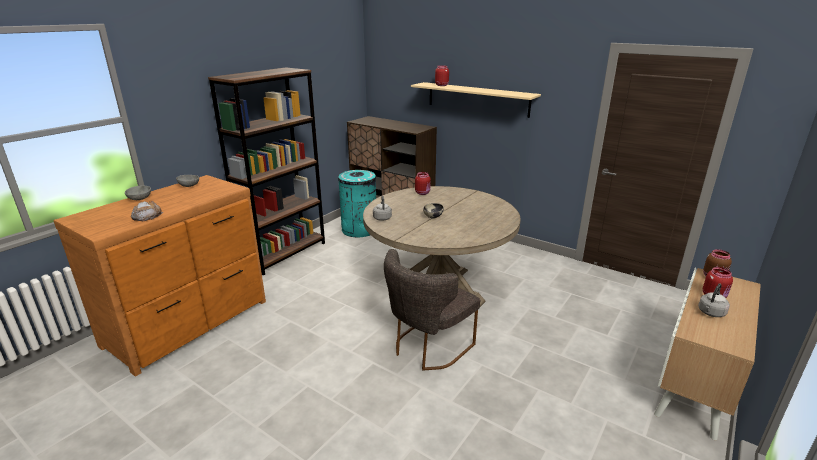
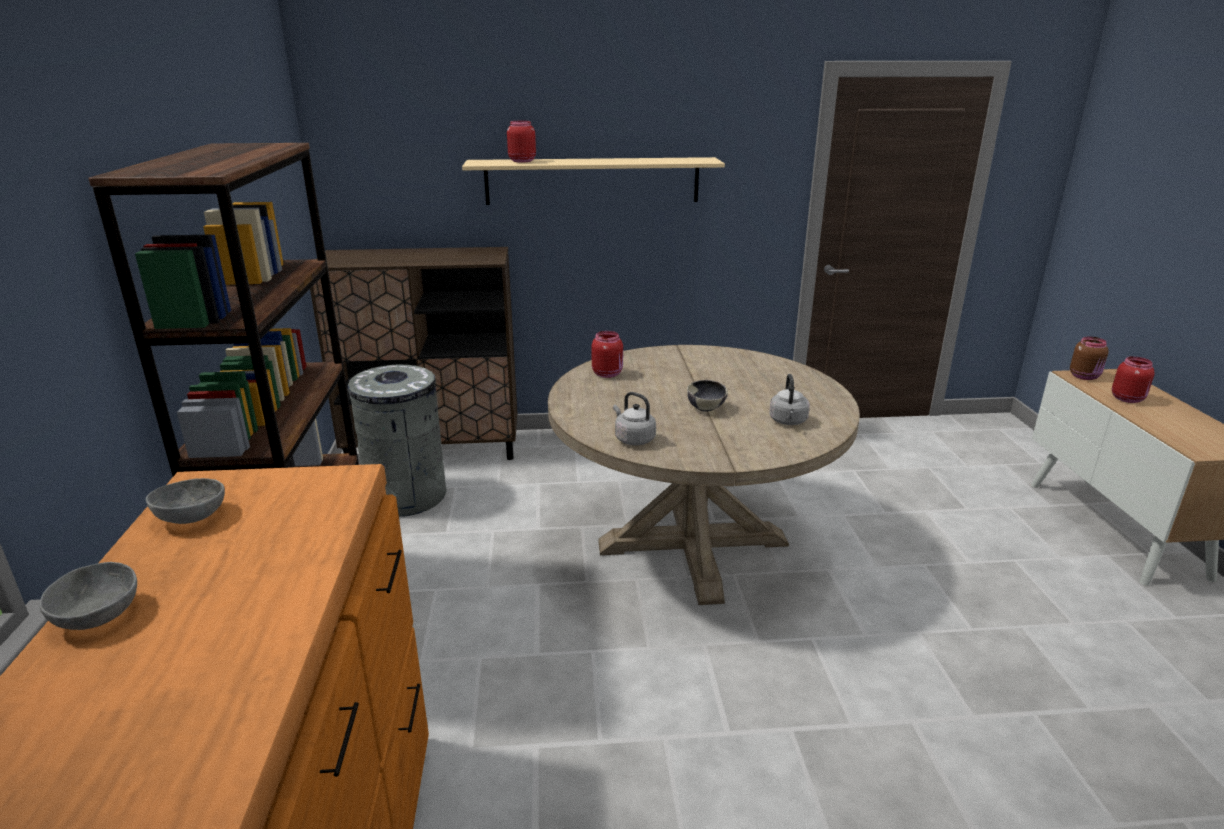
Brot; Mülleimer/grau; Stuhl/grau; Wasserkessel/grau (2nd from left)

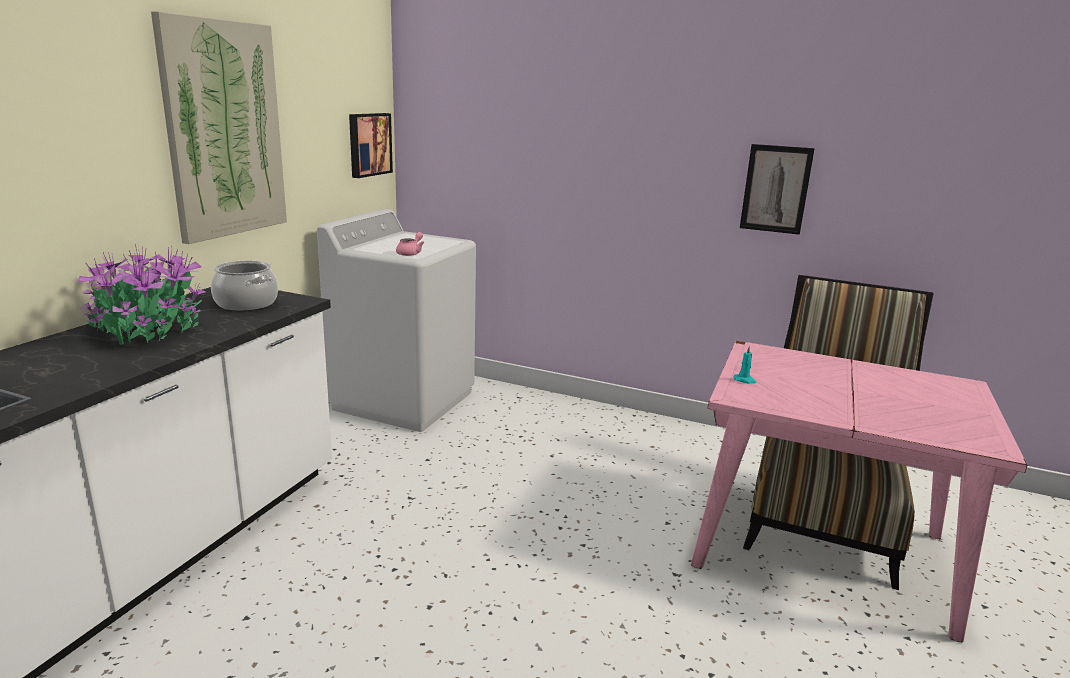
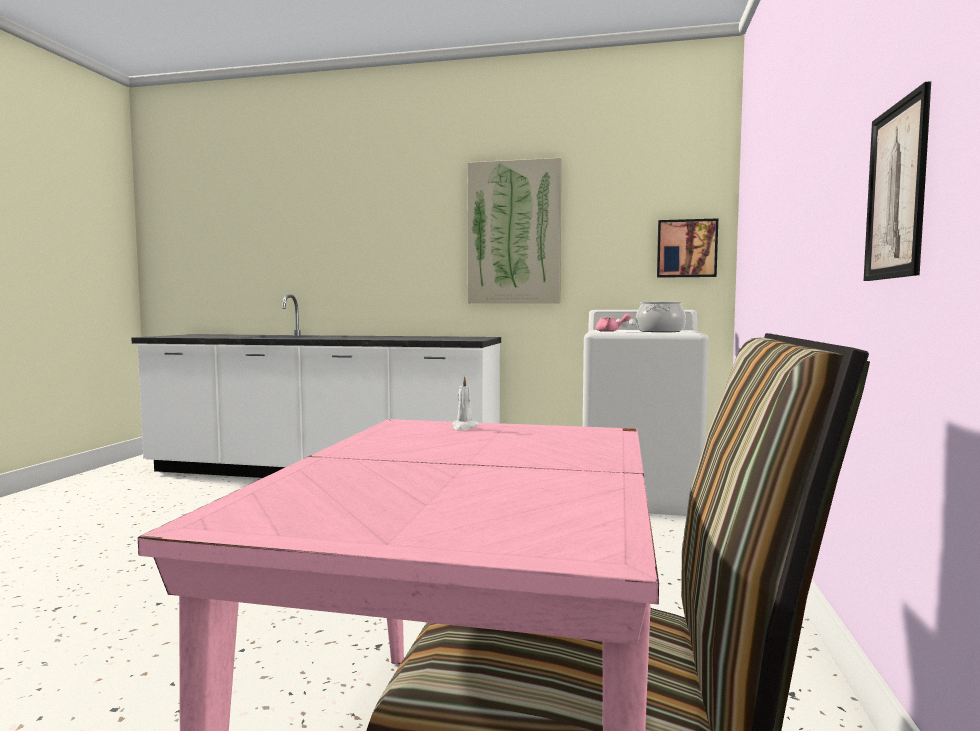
Topfpflanze; Kochtopf; Kerze/weiß

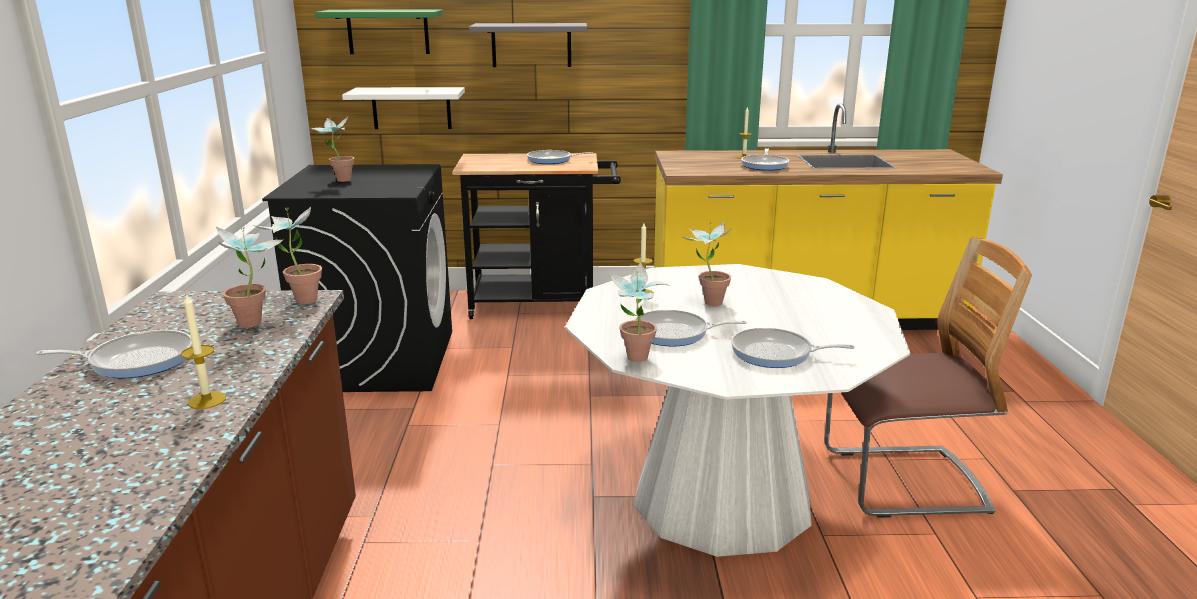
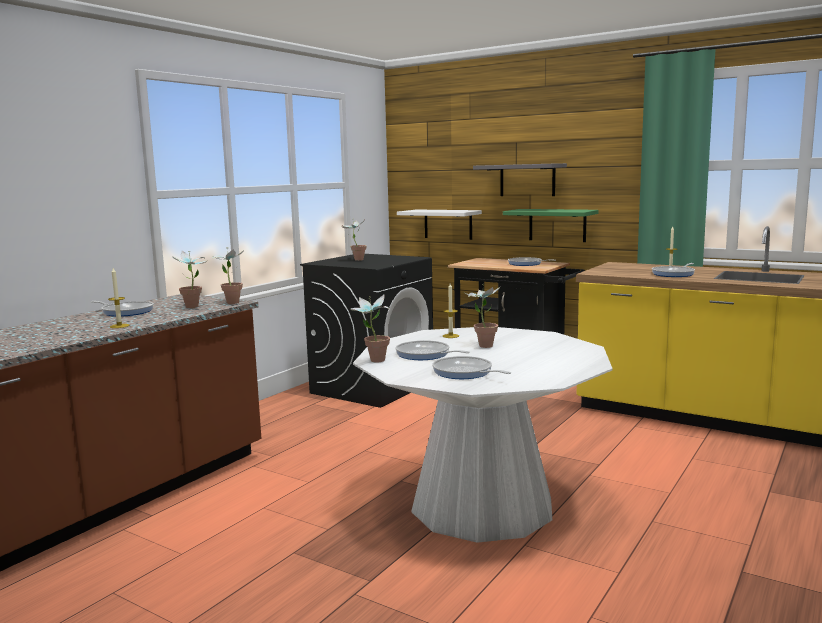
Wandregal/grün; Stuhl

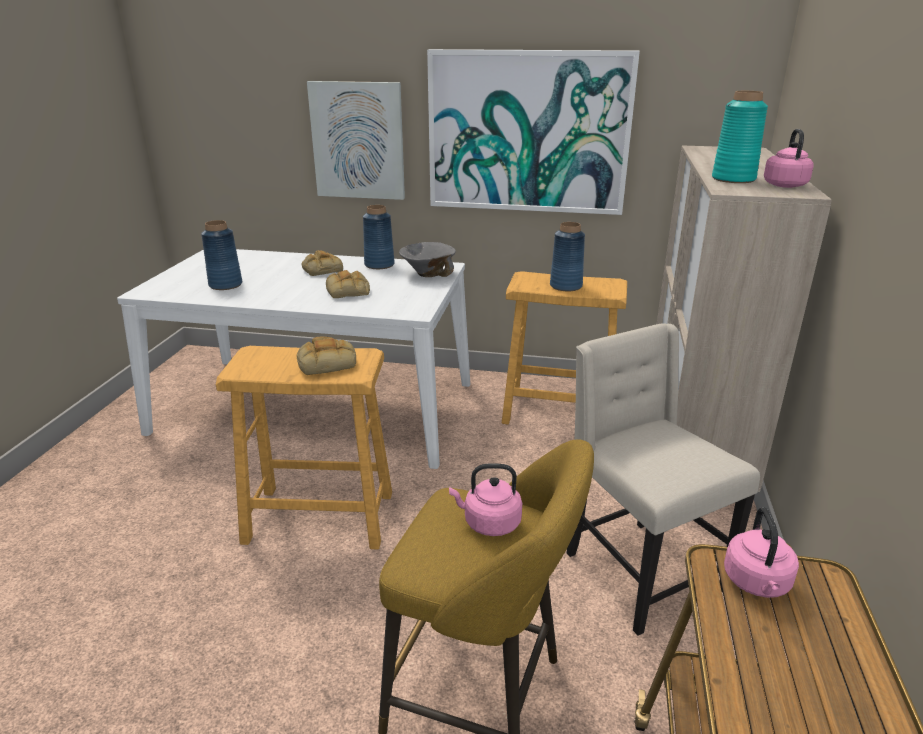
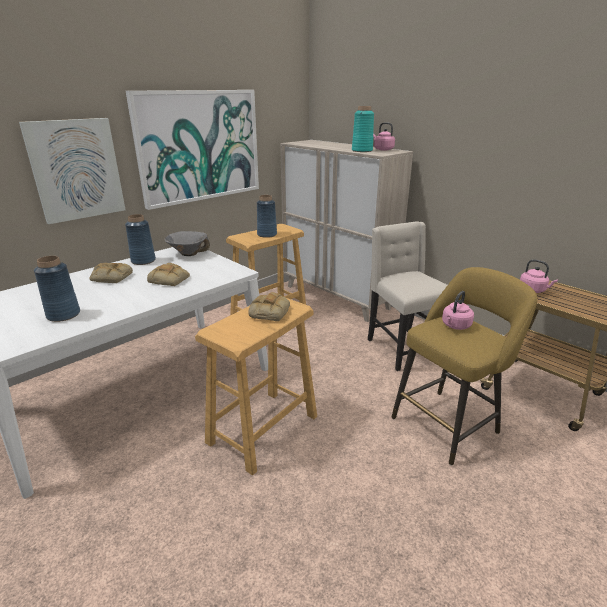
Stuhl/beige

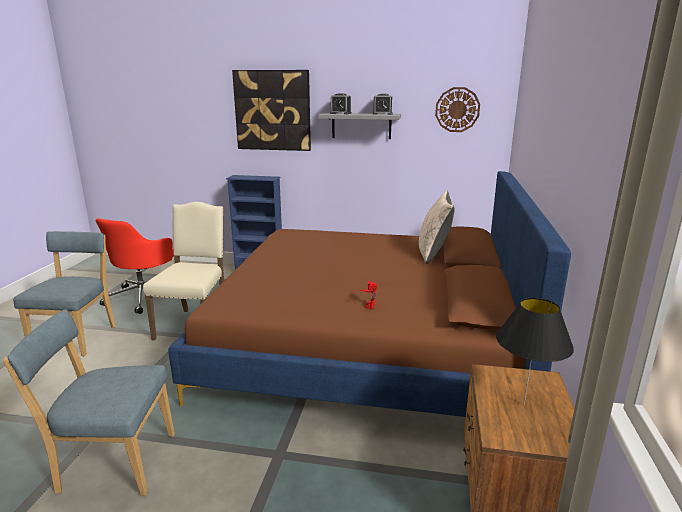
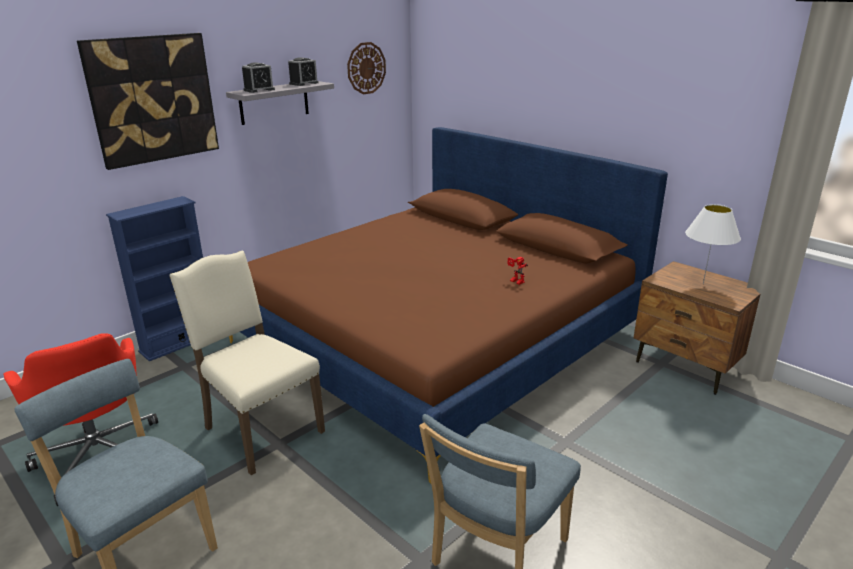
Kissen/beige; Tischlampe/weiß

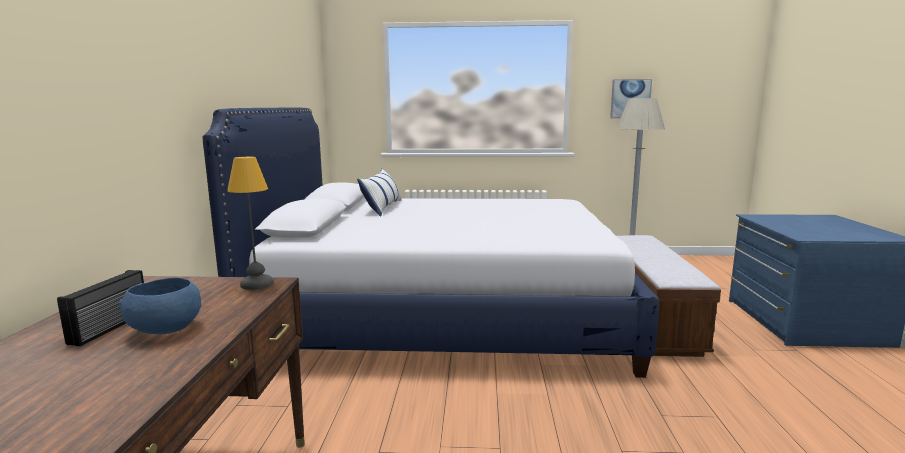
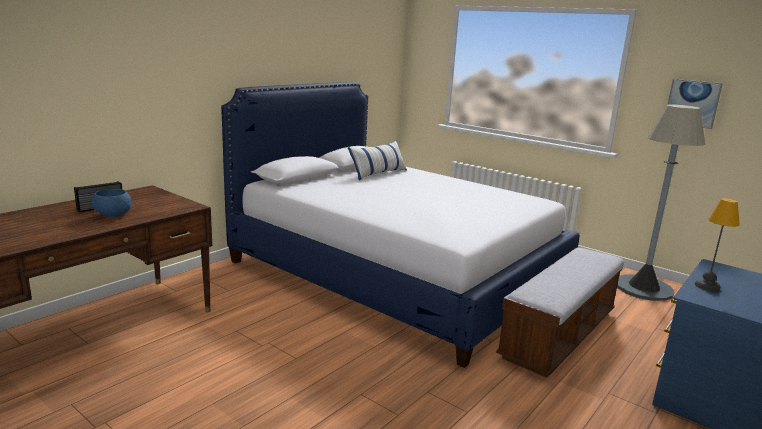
Tischlampe

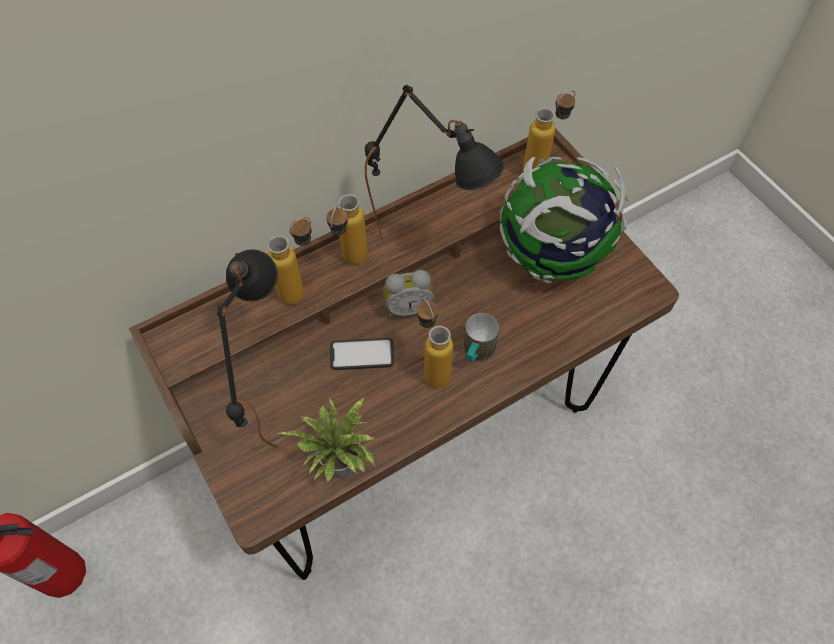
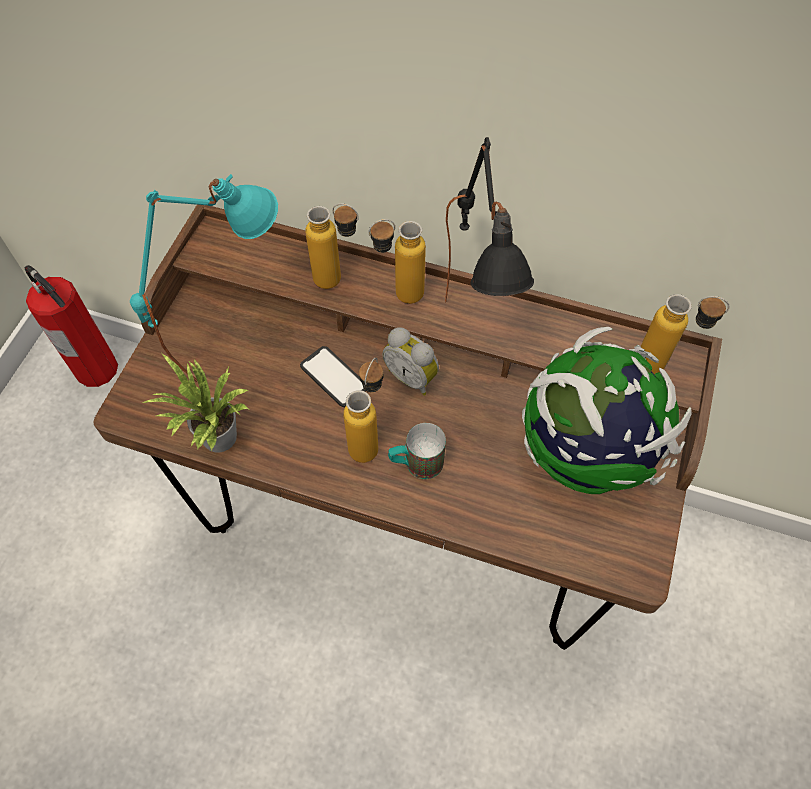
Tischlampe/türkis

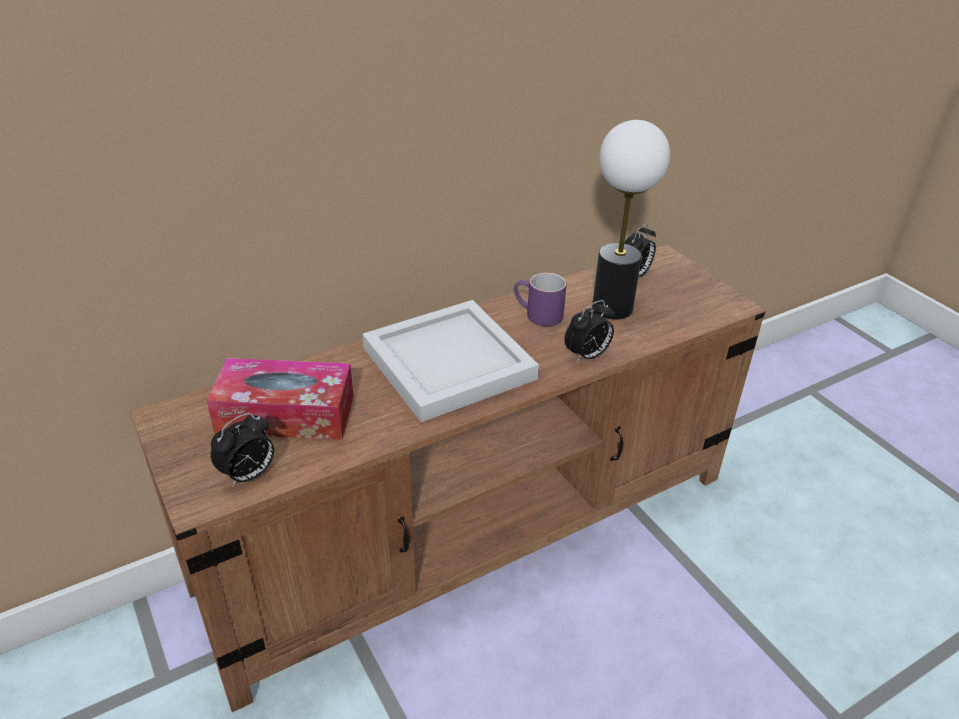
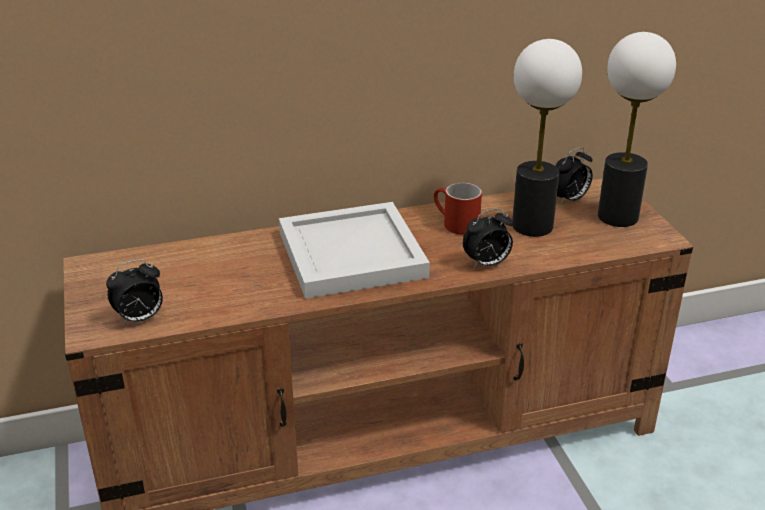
Taschentuchbox; Henkelbecher/rot; Tischlampe (2nd from left)

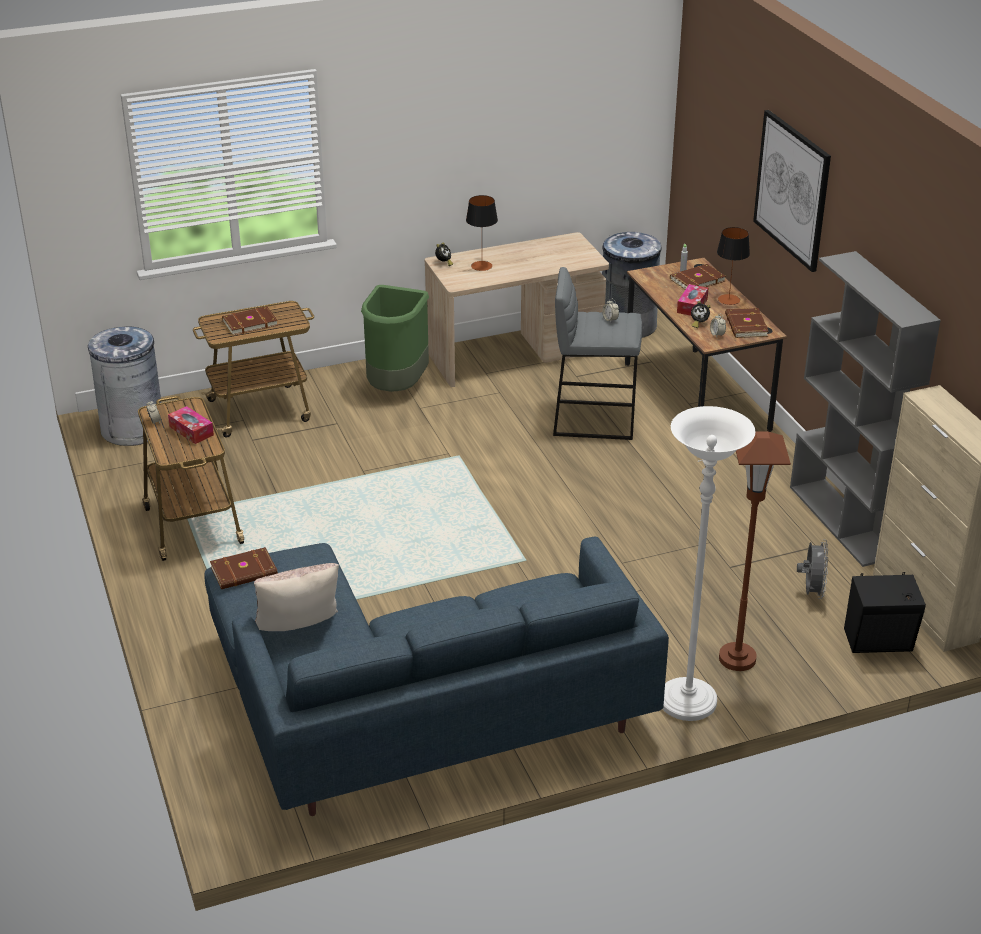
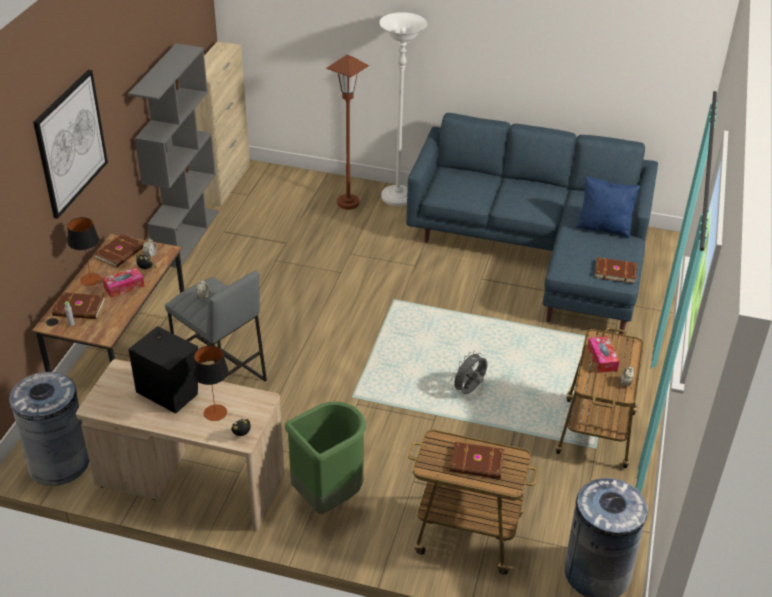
Kissen/blau; Ventilator/grau; Lautsprecher/schwarz

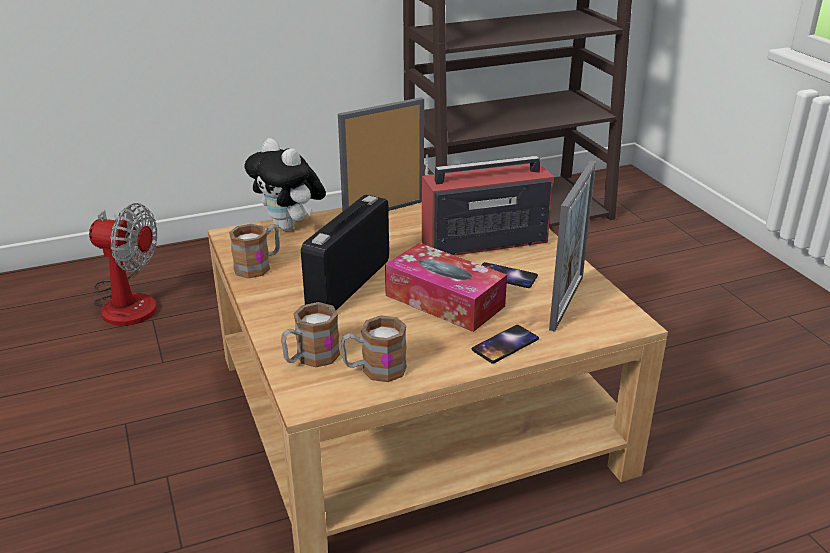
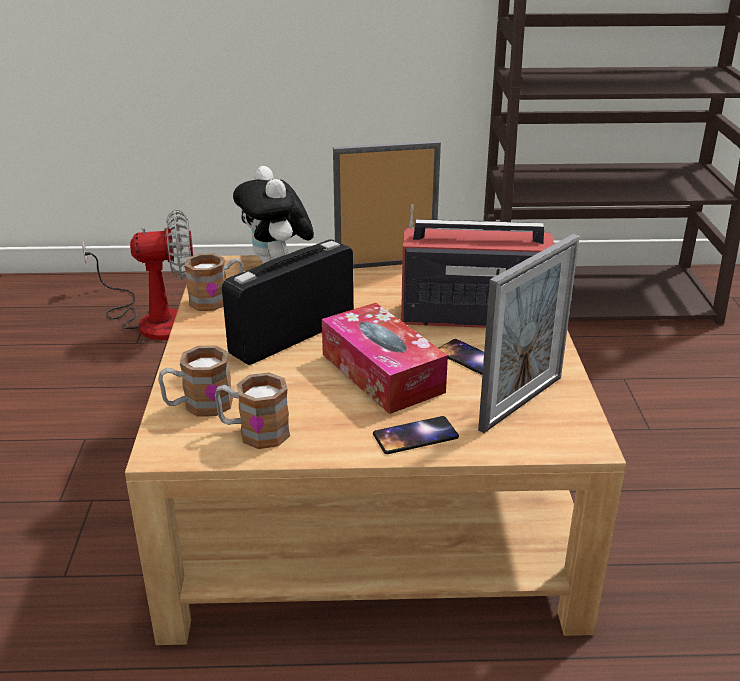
Ventilator

